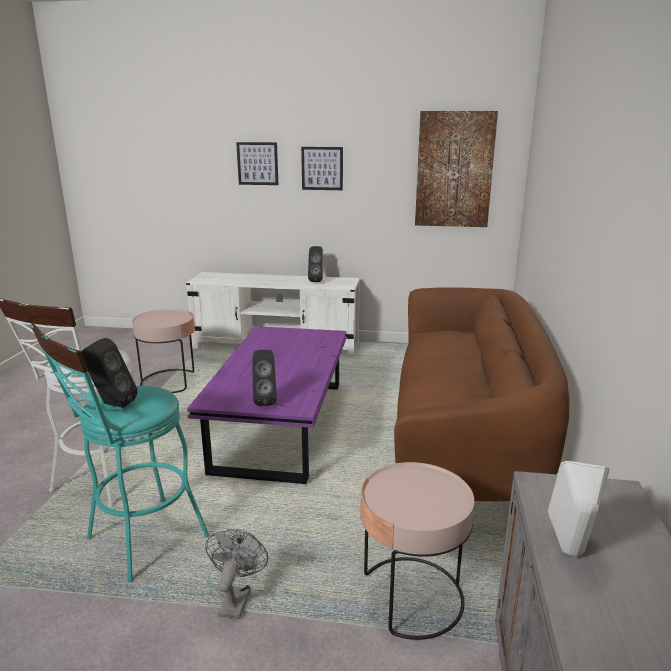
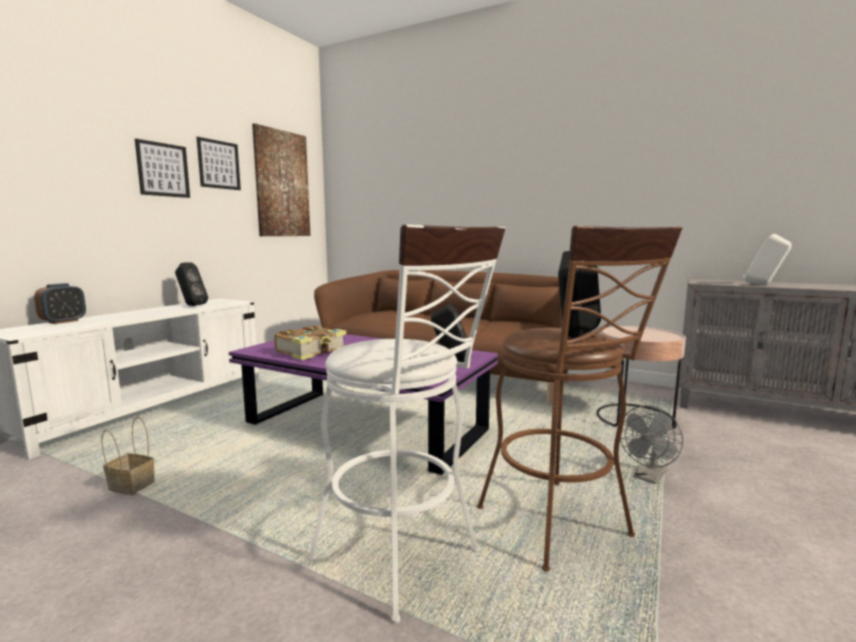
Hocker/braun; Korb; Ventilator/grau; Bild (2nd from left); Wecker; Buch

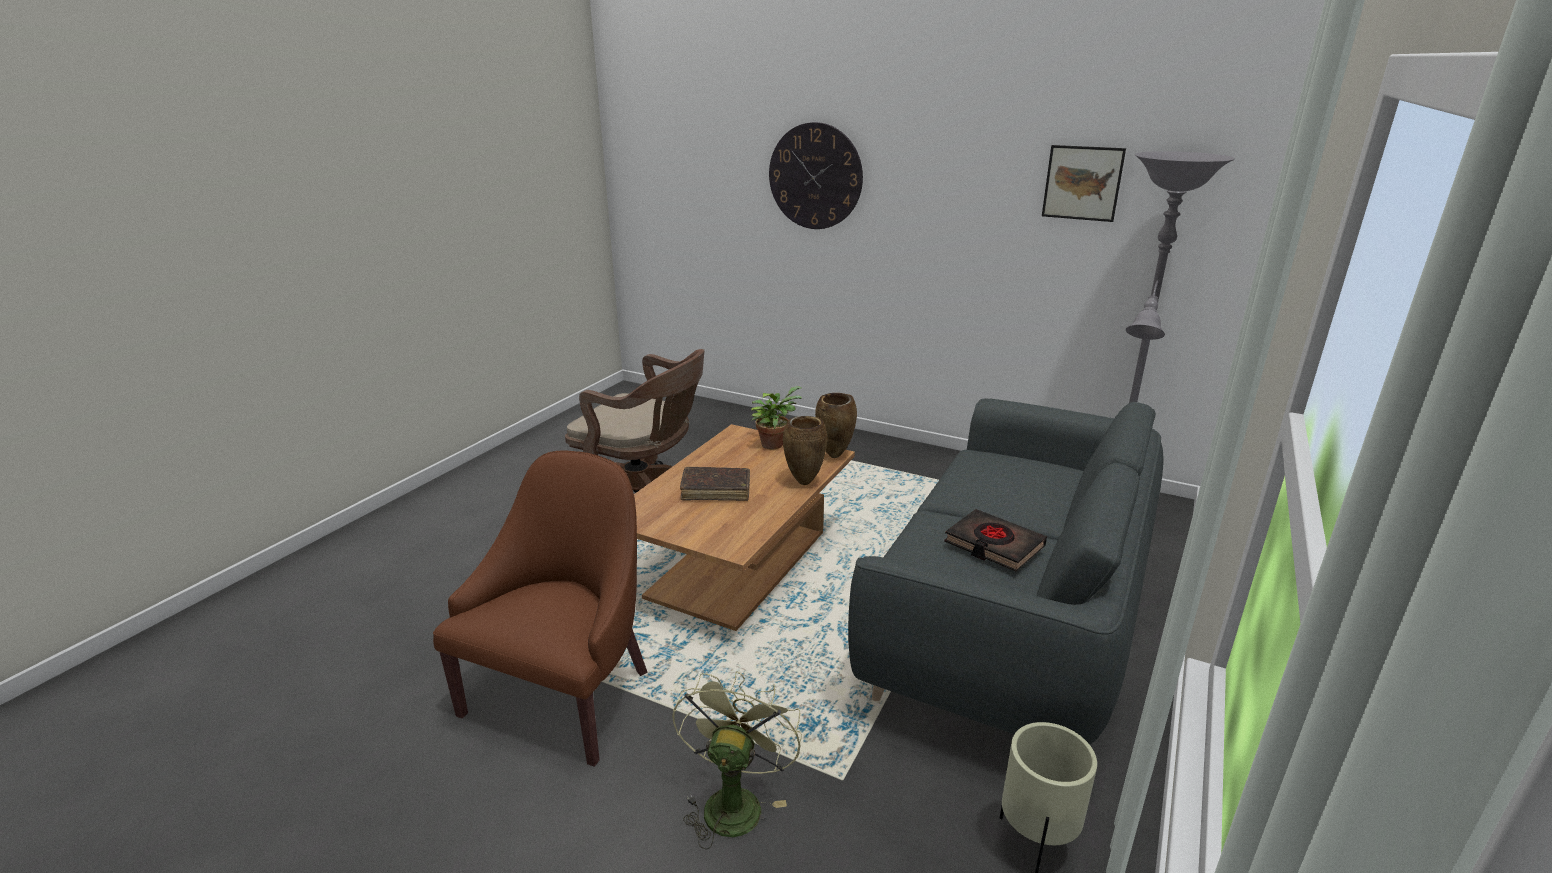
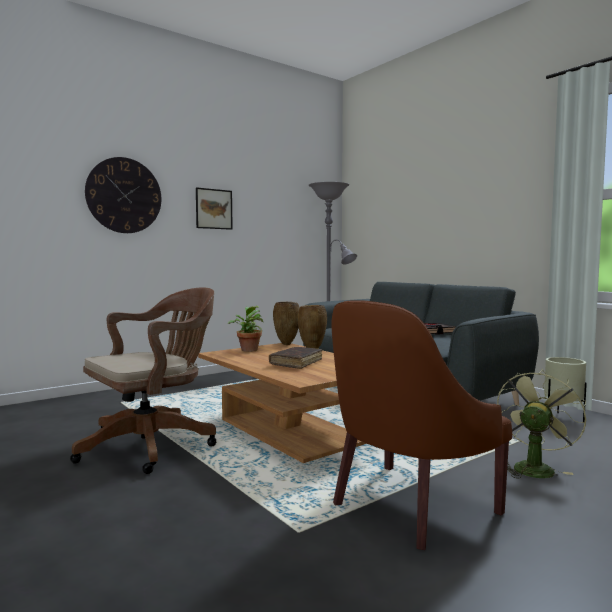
Sessel/braun; Ventilator/grün; Bild

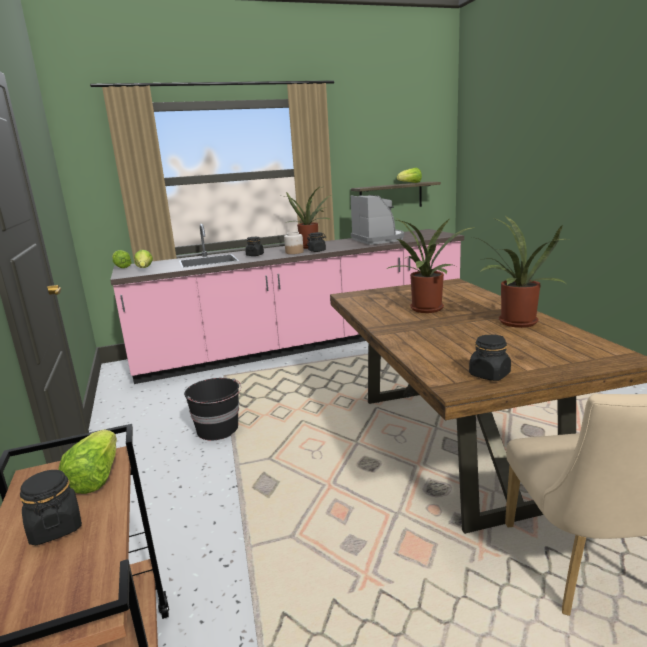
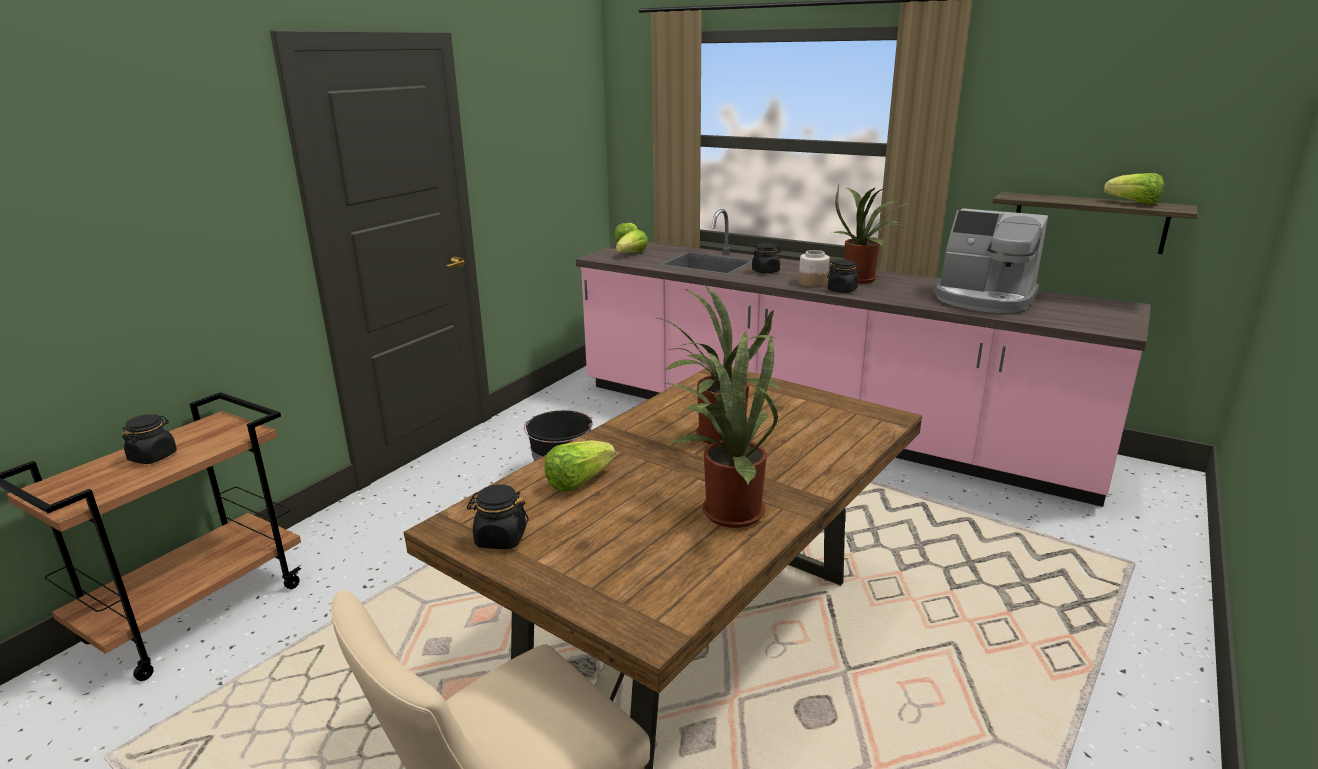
Salatkopf (1st from left); Kaffeemaschine

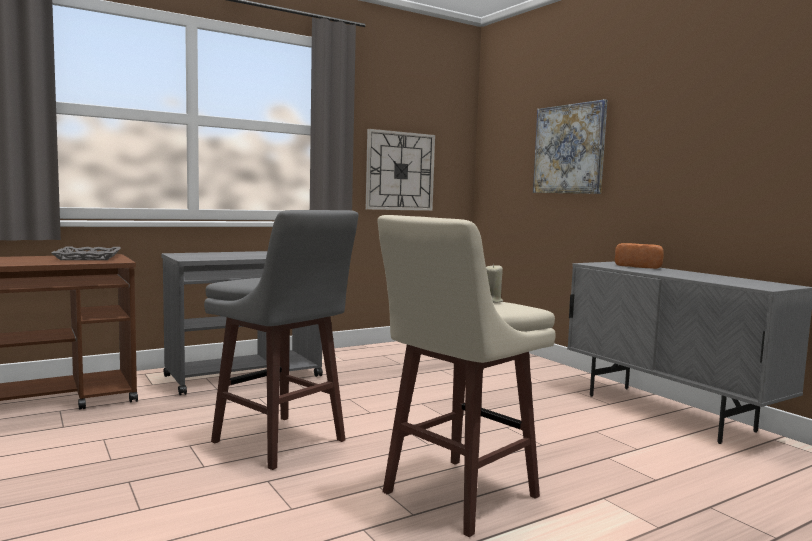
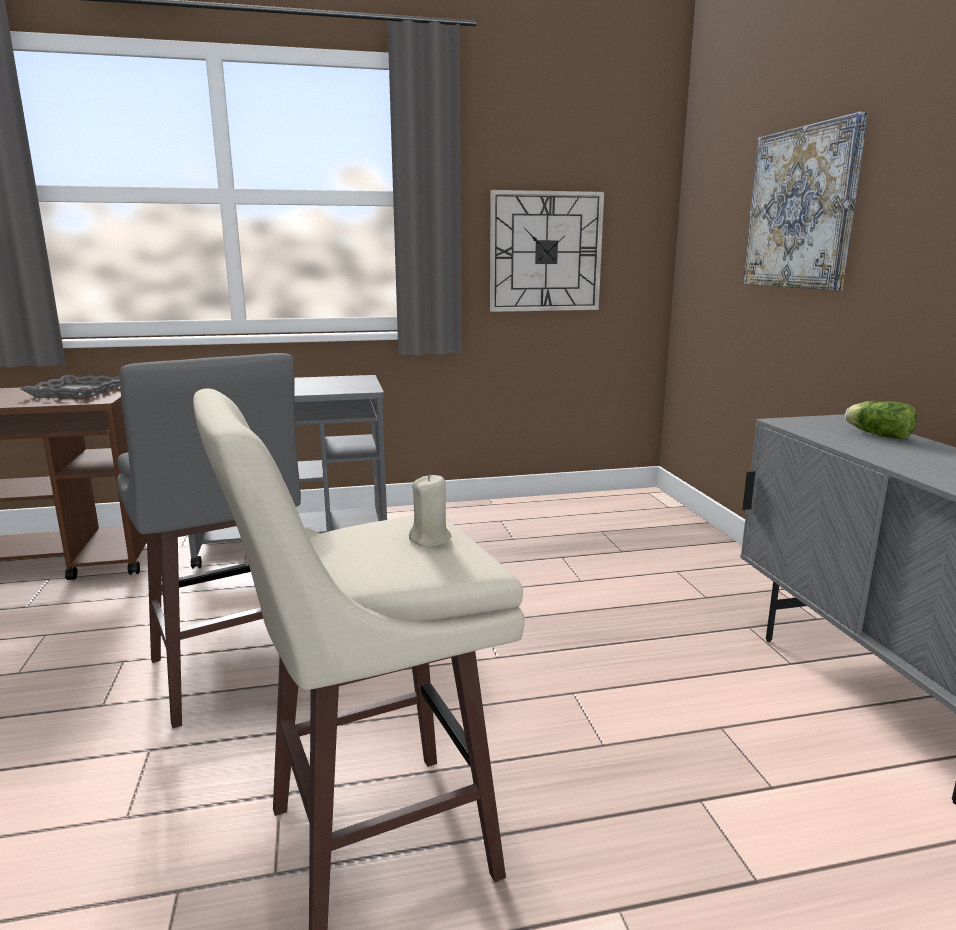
Salatkopf

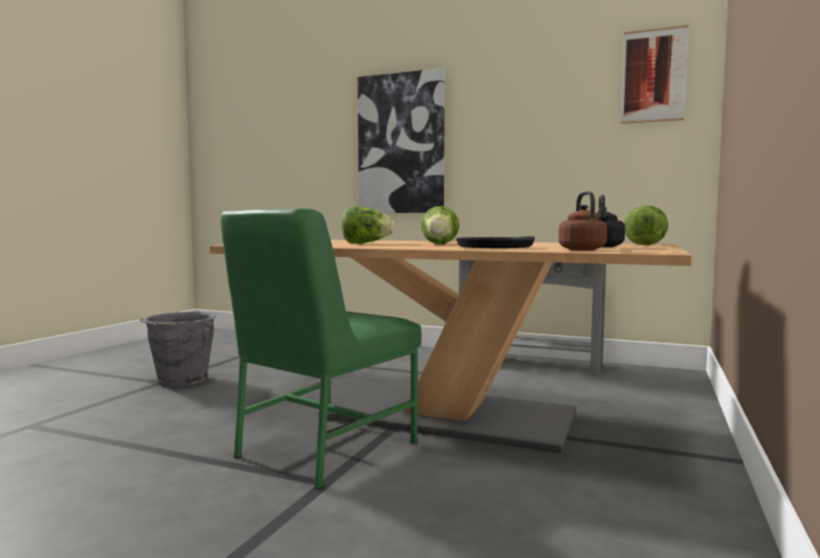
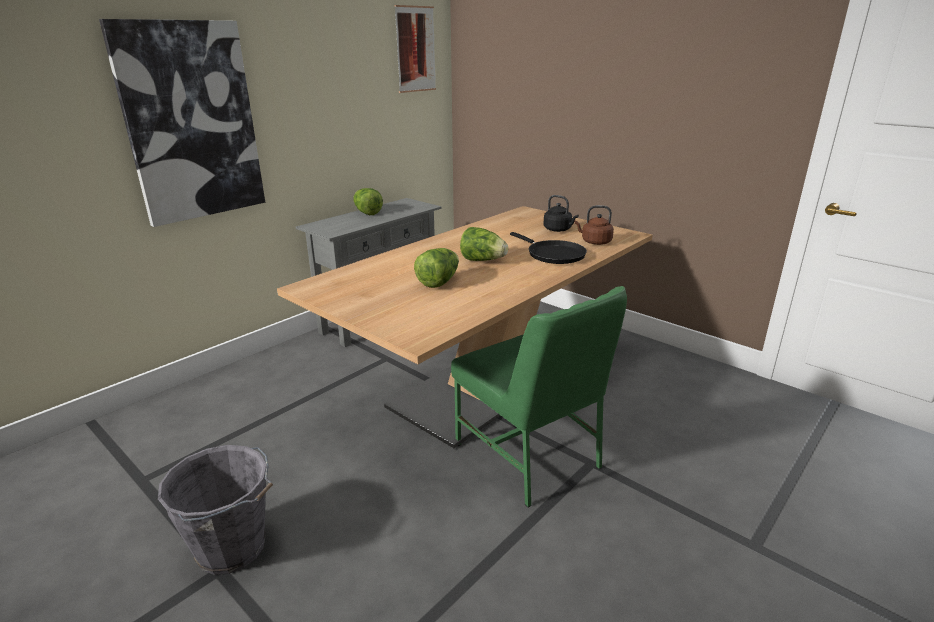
Salatkopf (1st from left)

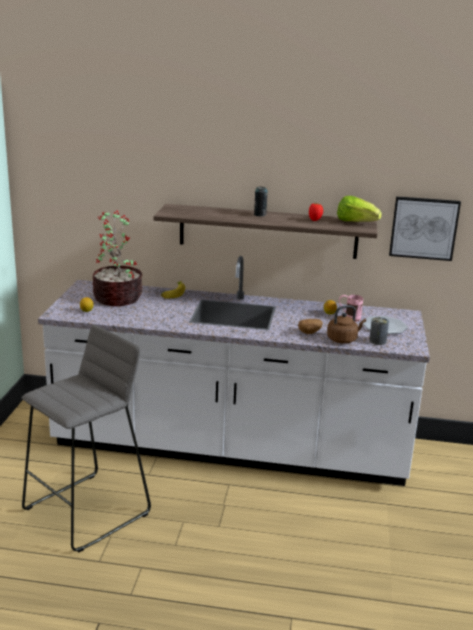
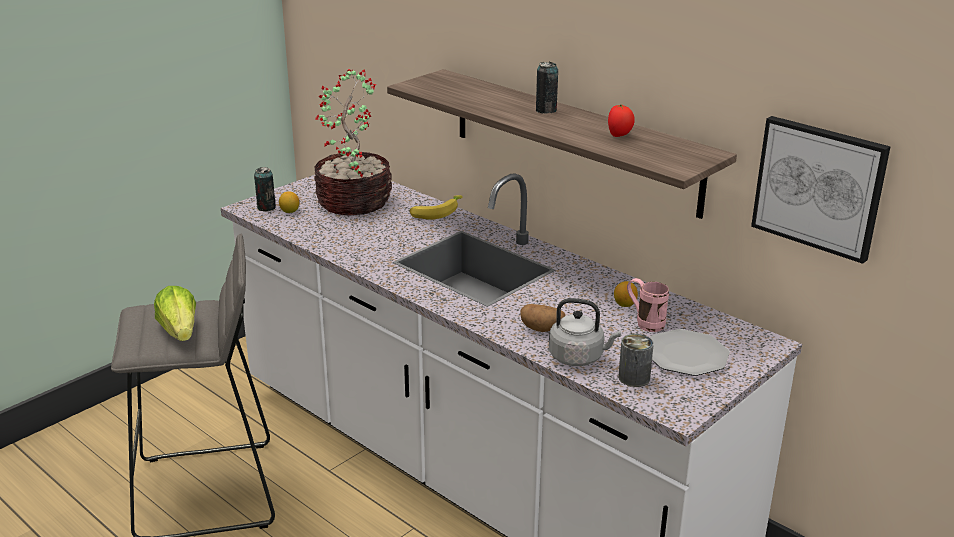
Wasserkessel/grau; Salatkopf; Dose (1st from left)

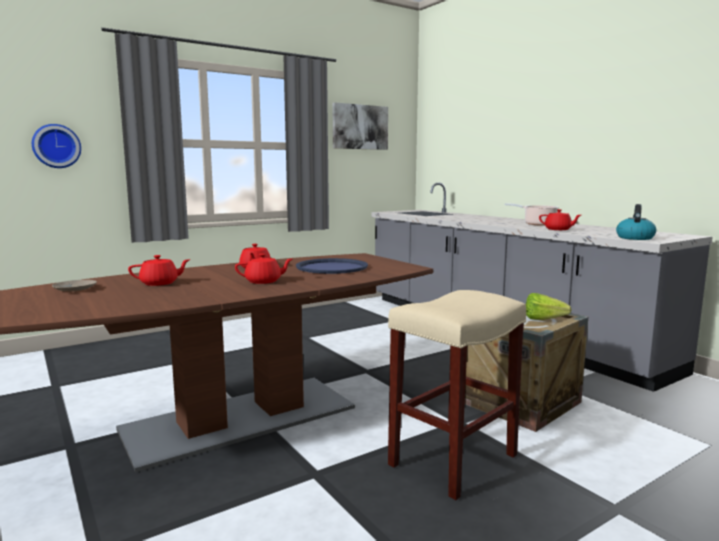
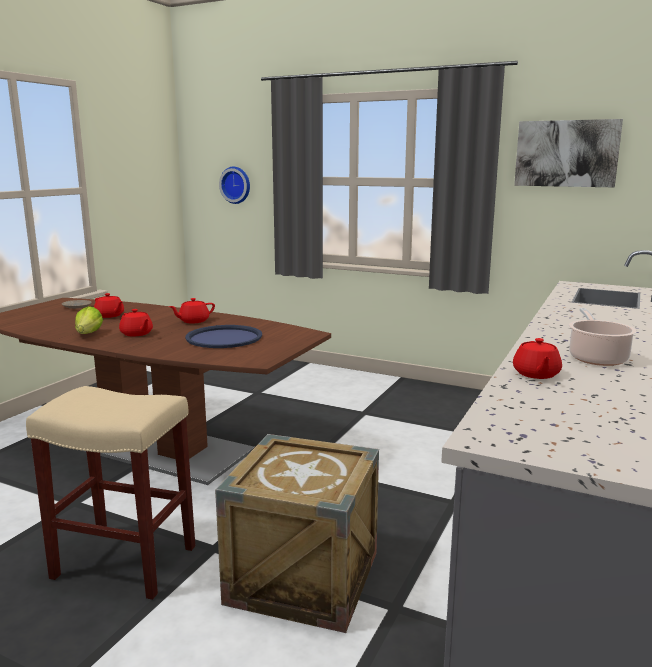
Salatkopf; Wasserkessel

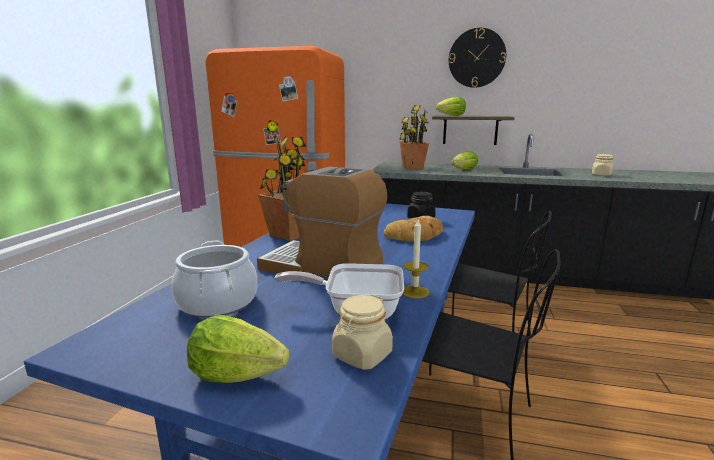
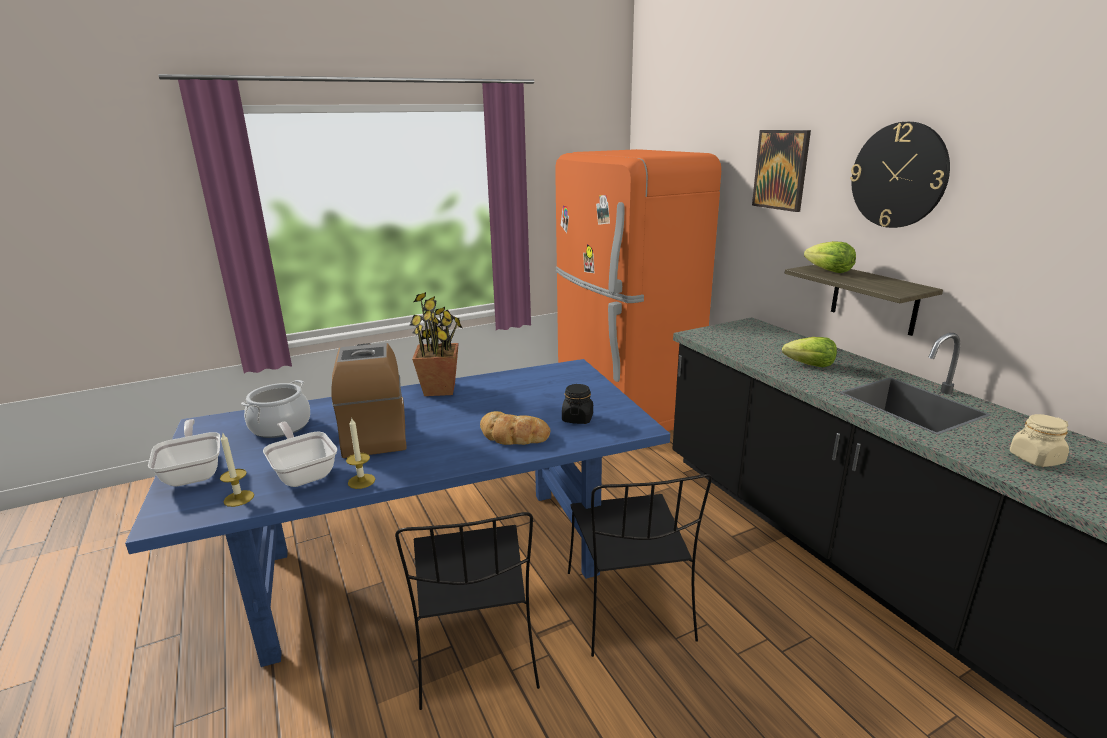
Pfanne (1st from left); Kerze (1st from left); Topfpflanze (2nd from left in the first image); Bild

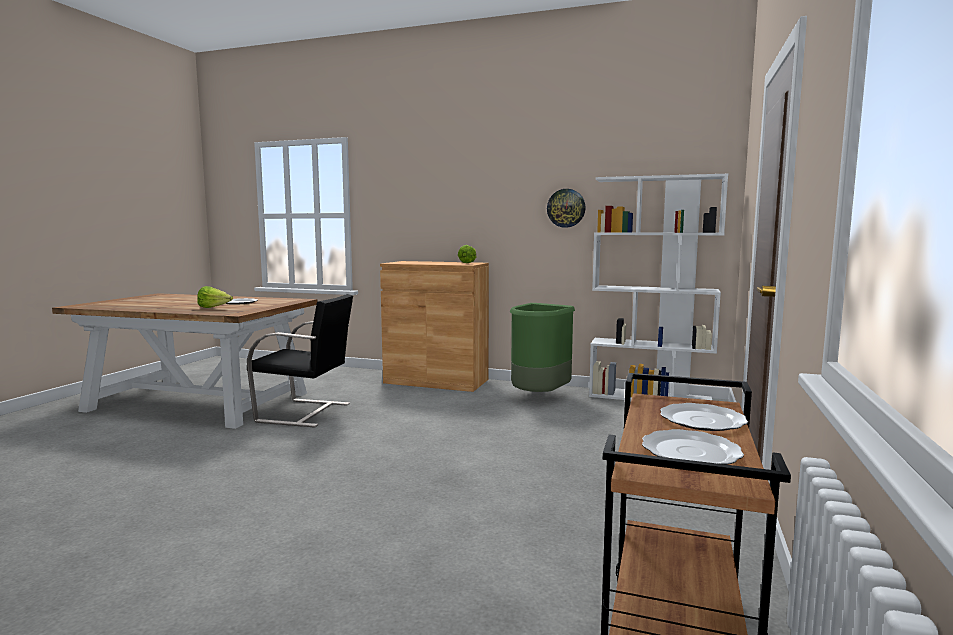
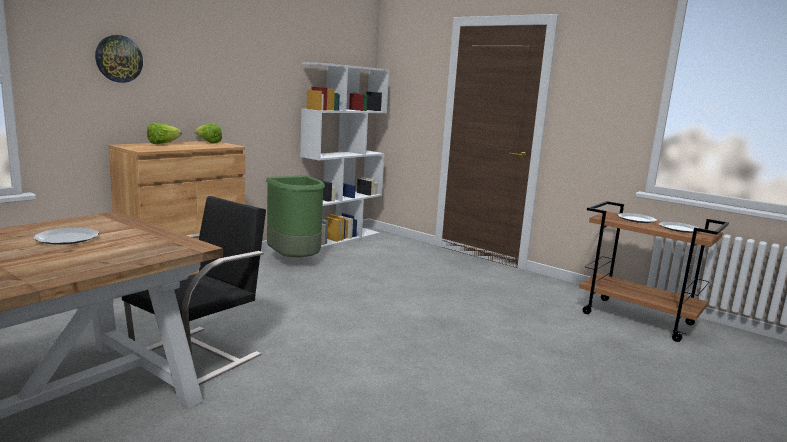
Salatkopf (1st from left); Wanduhr

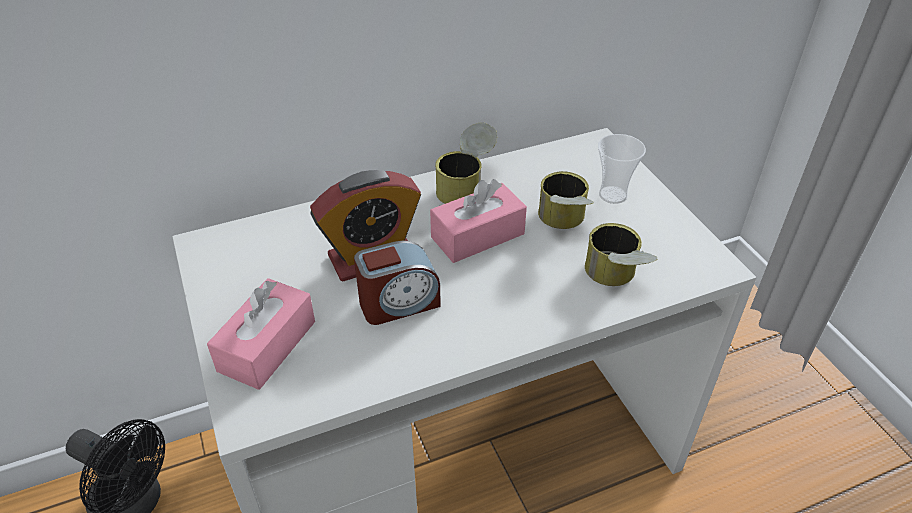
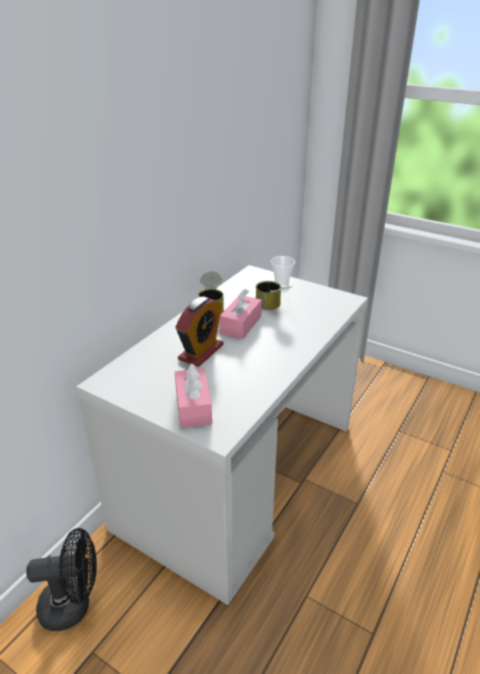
Wecker (2nd from left in the first image); Dose (3rd from left in the first image)

